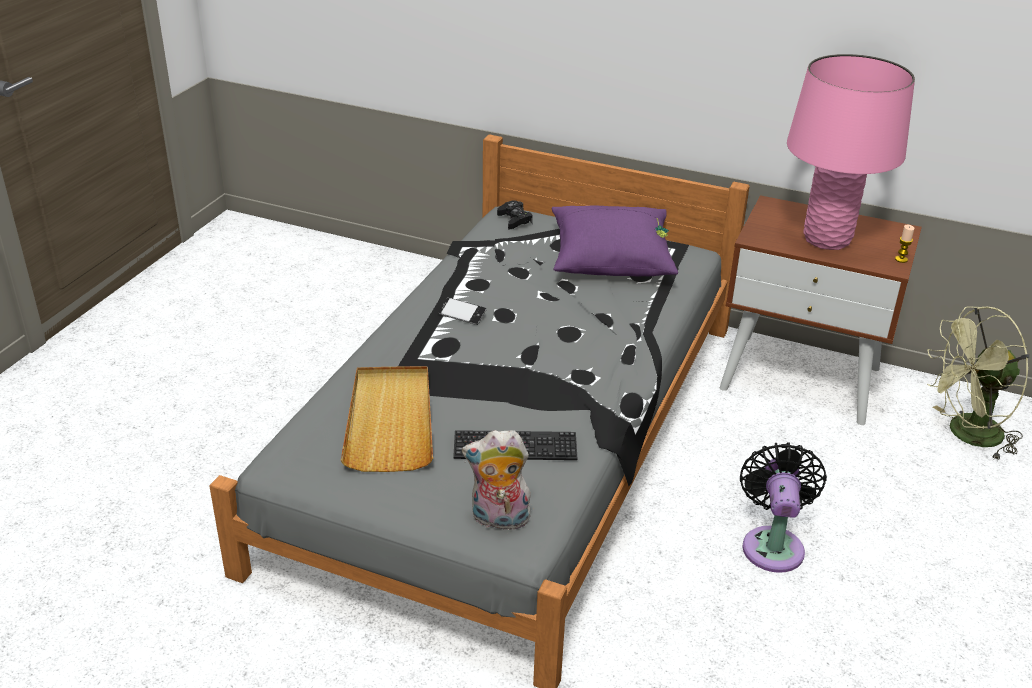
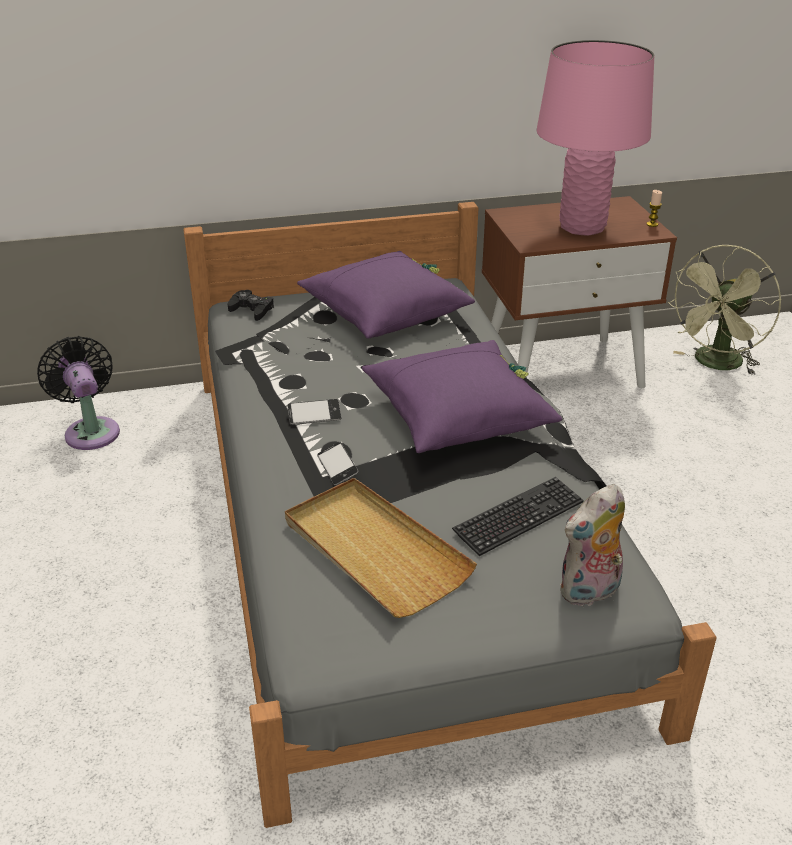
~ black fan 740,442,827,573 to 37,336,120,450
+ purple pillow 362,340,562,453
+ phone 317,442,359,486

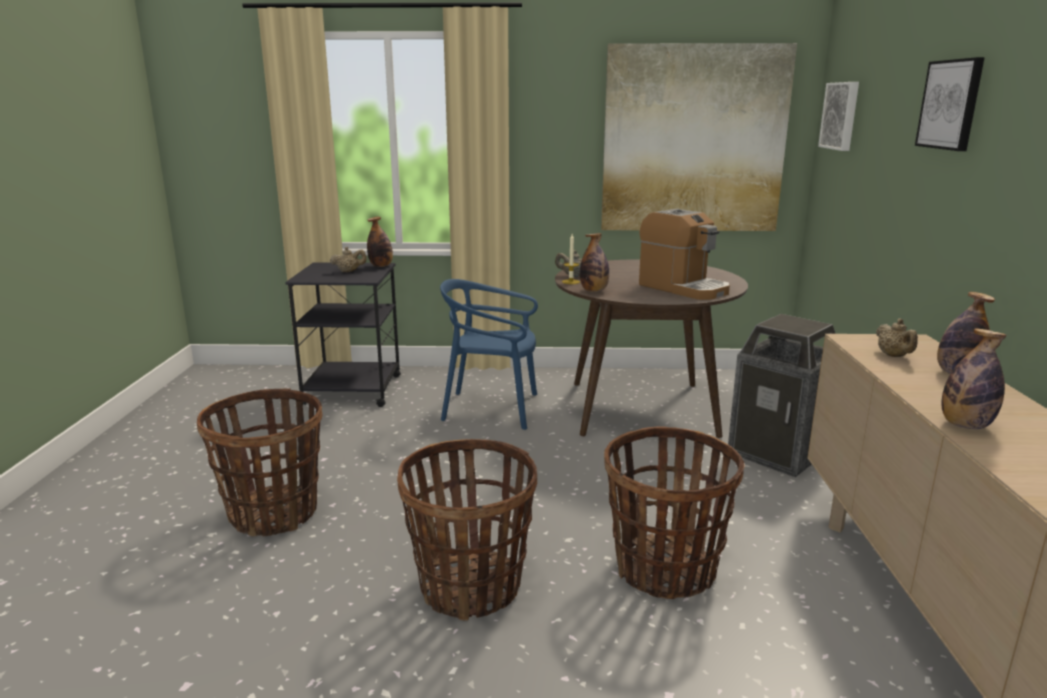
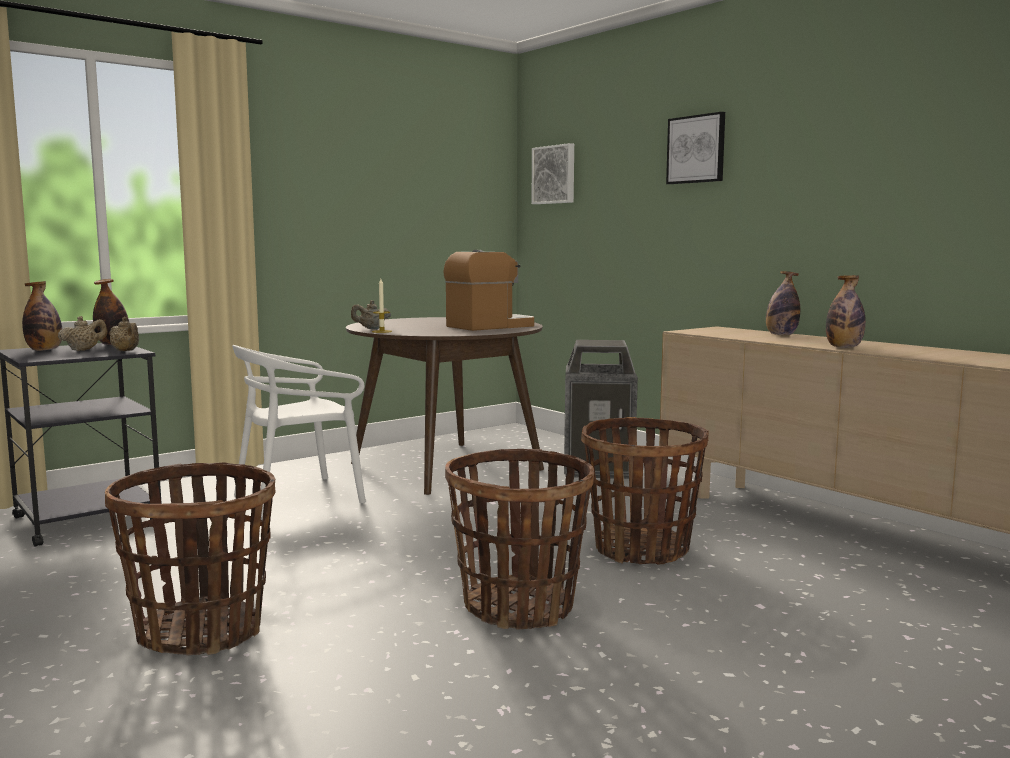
- picture 601,43,797,231
~ coffee machine 639,209,730,300 = 443,250,534,331 45 degrees counterclockwise
~ bottle 580,233,609,292 to 22,281,62,351
~ blue chair 440,279,538,430 to white chair 232,345,366,517
~ beige teapot 876,319,918,357 to 109,317,139,351

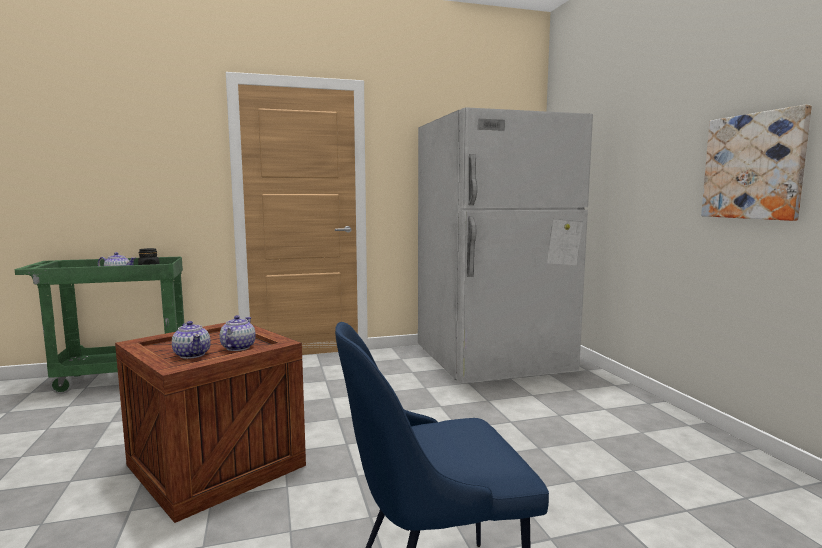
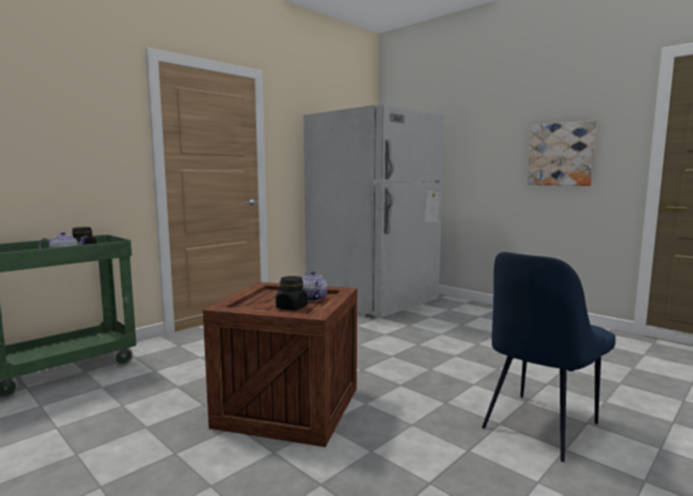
~ teapot 172,321,211,359 to black jar 276,276,308,310

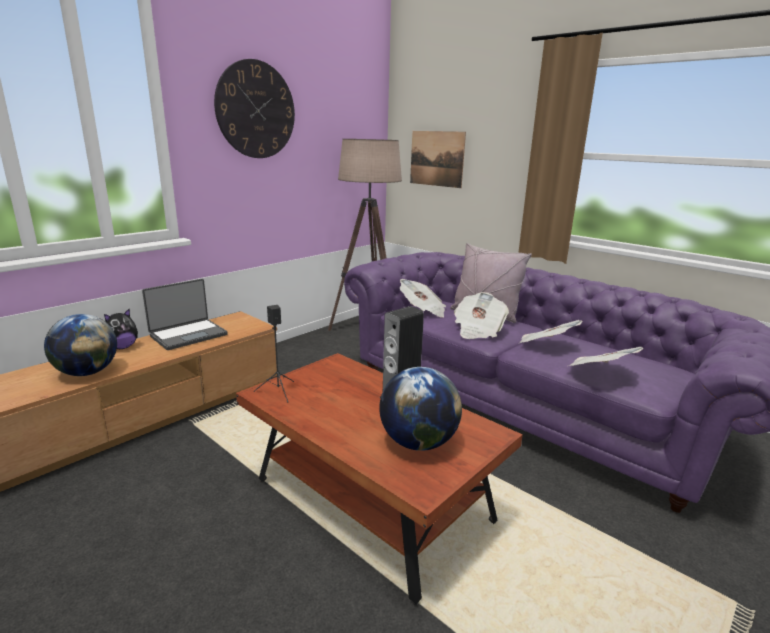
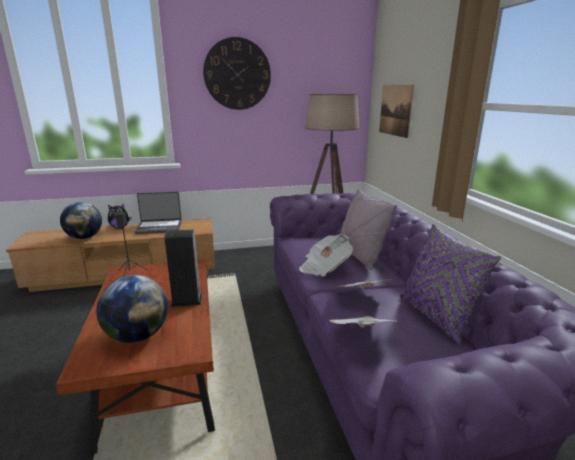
- newspaper 400,279,446,318
+ purple pillow 400,224,501,343

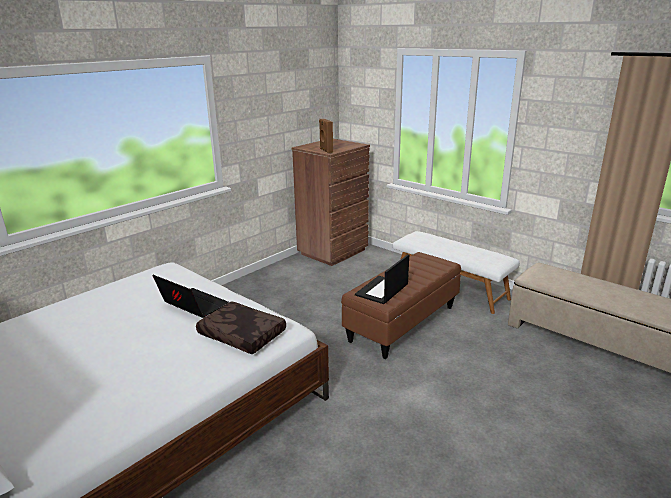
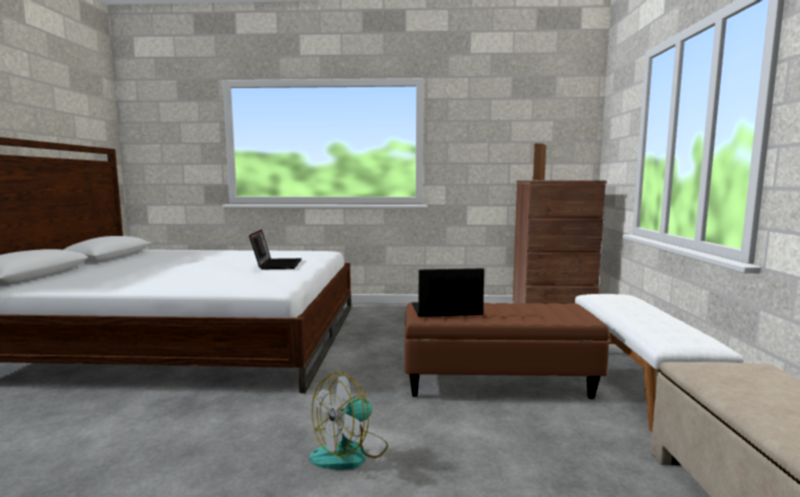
- brown pillow 196,301,286,354
+ fan 309,371,388,470

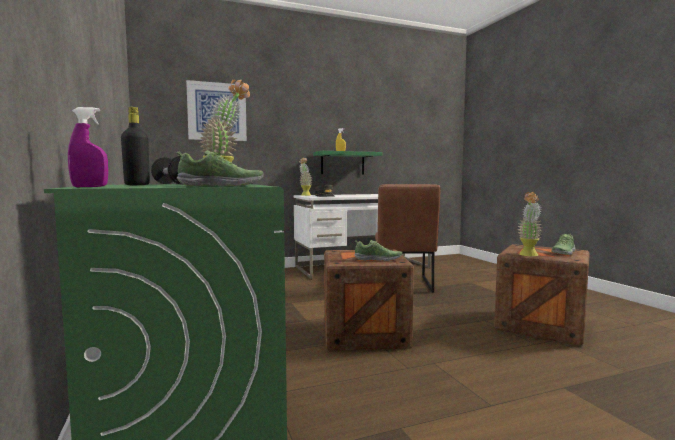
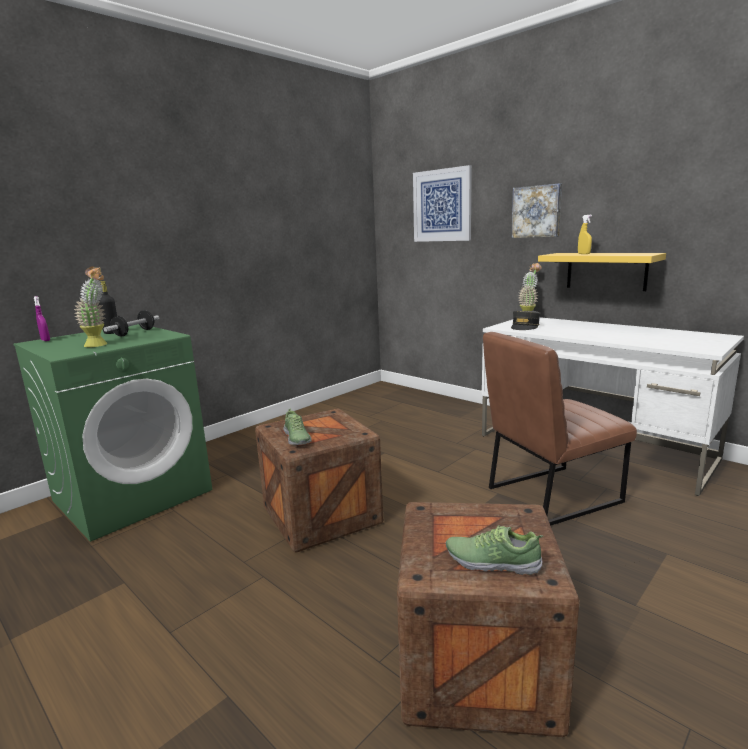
- shoe 177,150,264,186
~ green shelf 313,151,382,174 to yellow shelf 538,253,666,291
- potted plant 517,192,542,256
+ picture 511,183,562,238

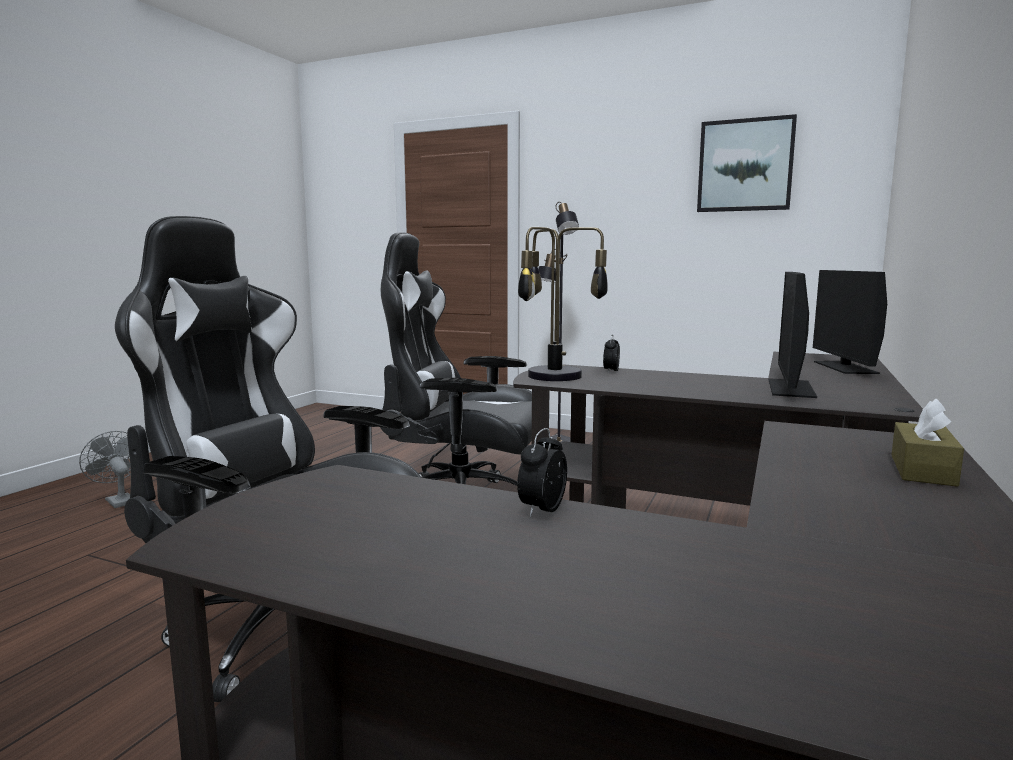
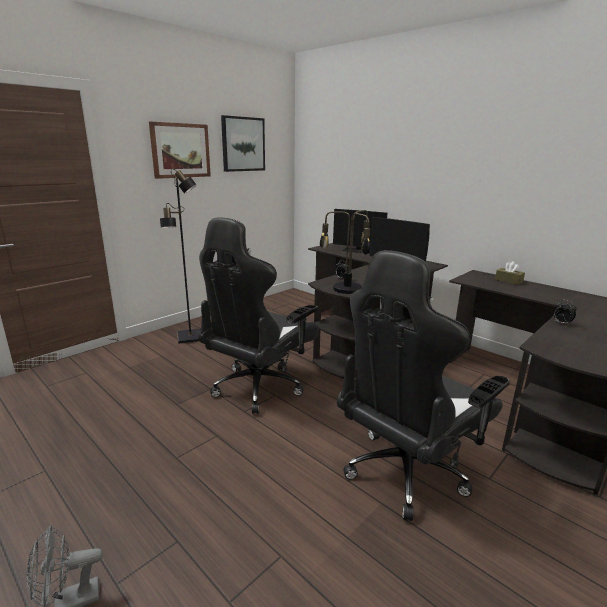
+ picture 149,122,211,179

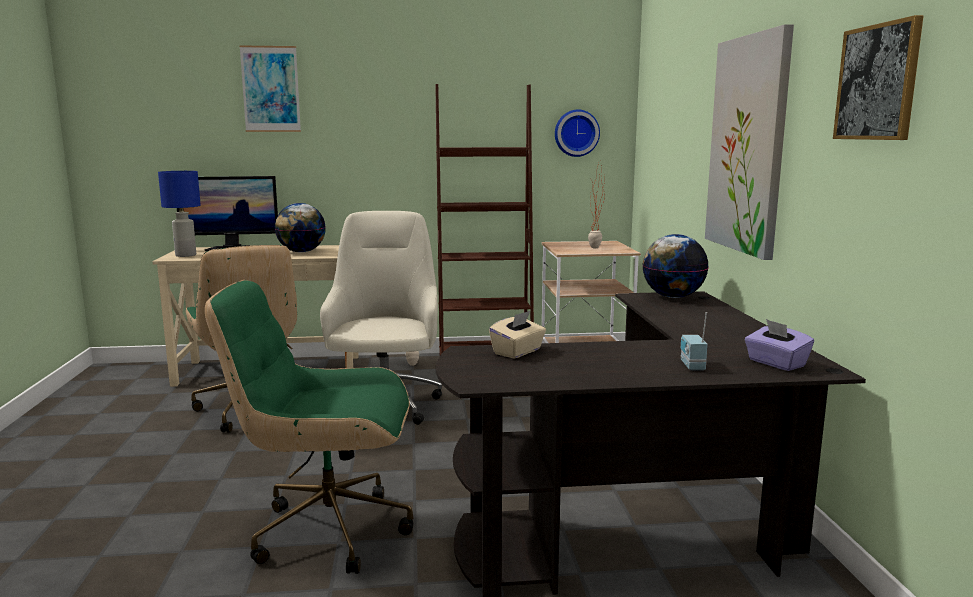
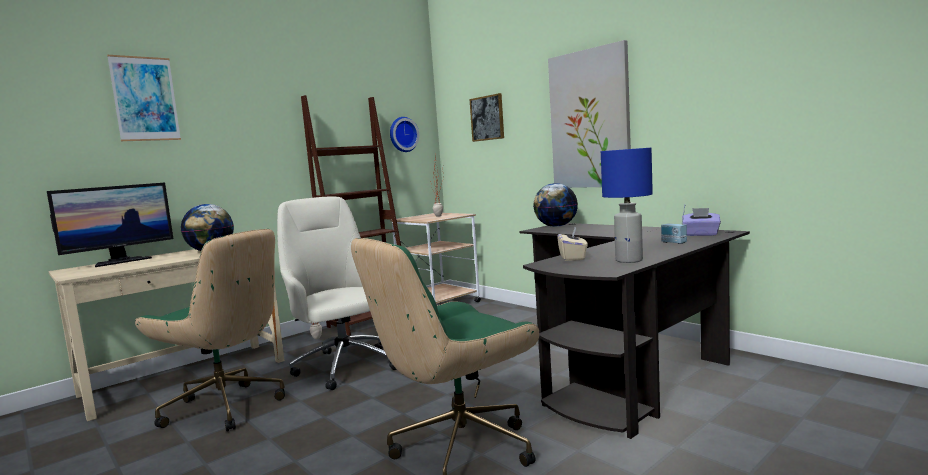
~ picture 833,15,924,140 to 469,93,504,142
~ blue table lamp 158,171,201,257 to 601,148,653,263

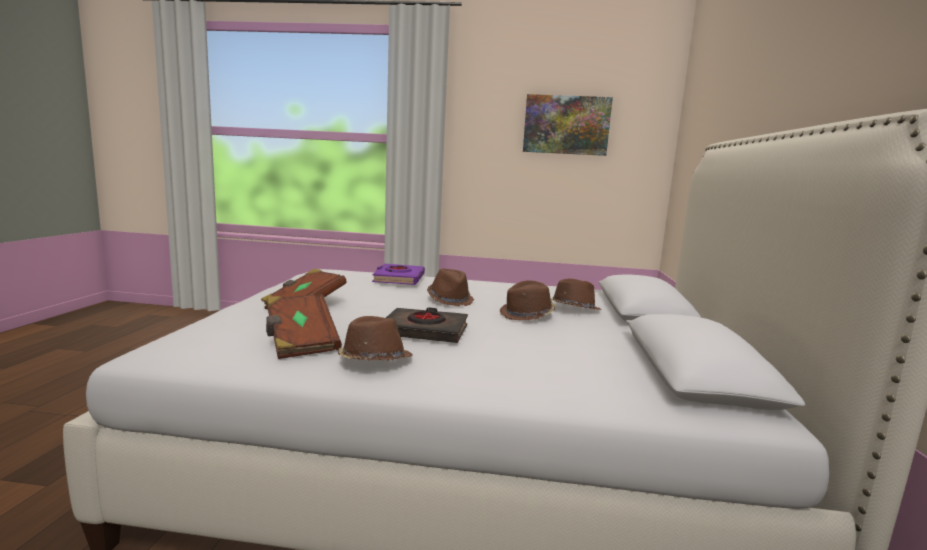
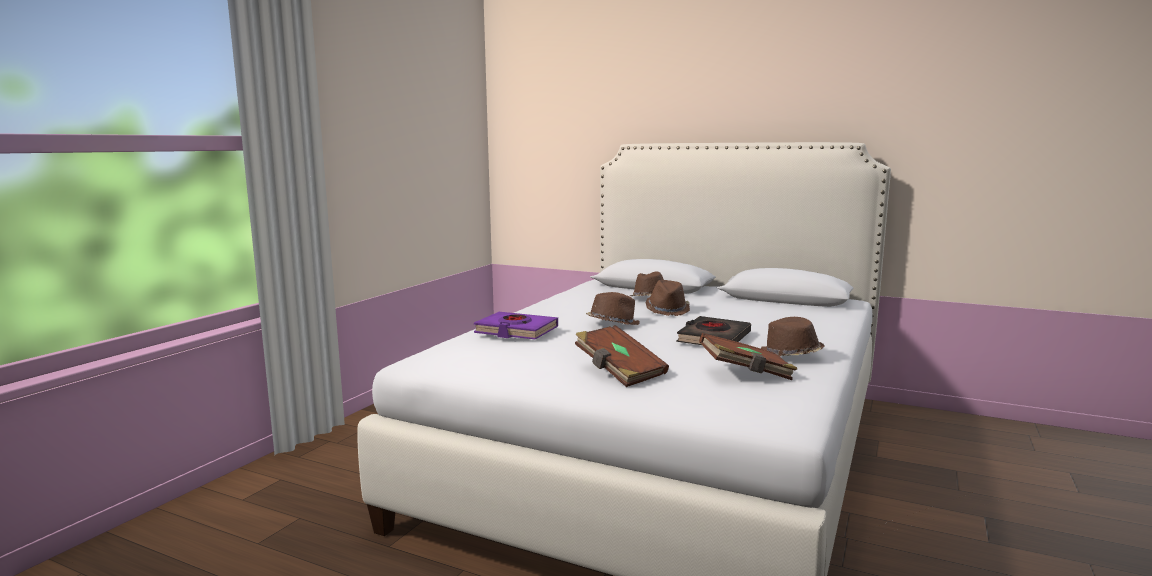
- picture 523,94,613,156

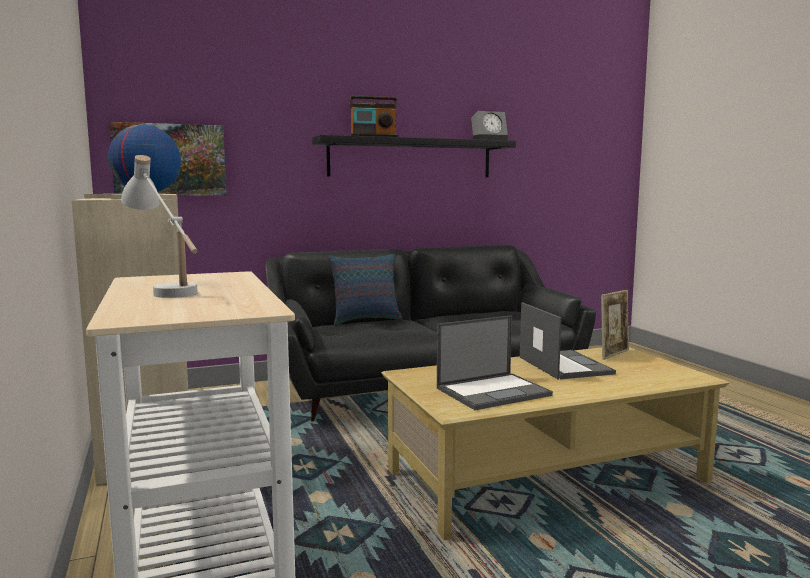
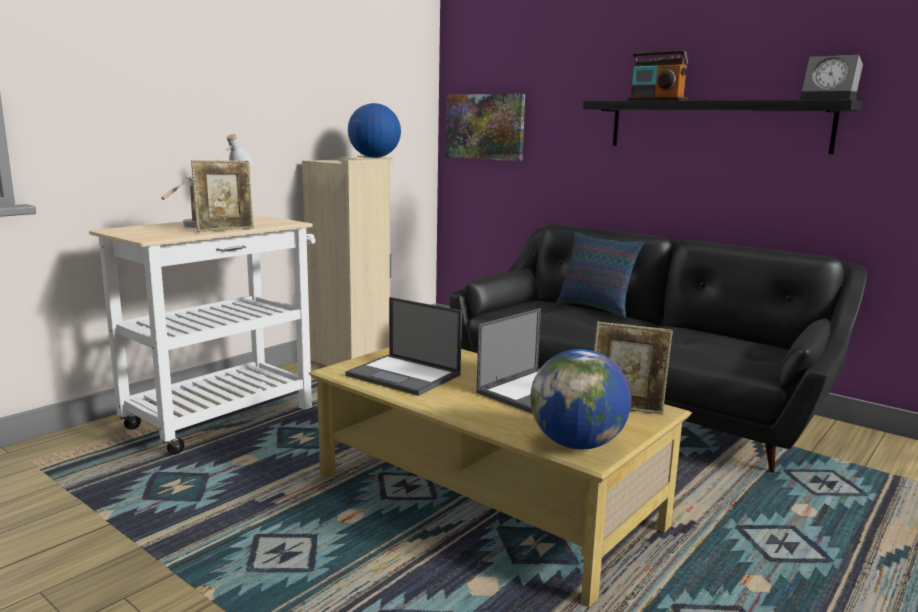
+ picture frame 191,160,254,232
+ globe 530,349,631,450

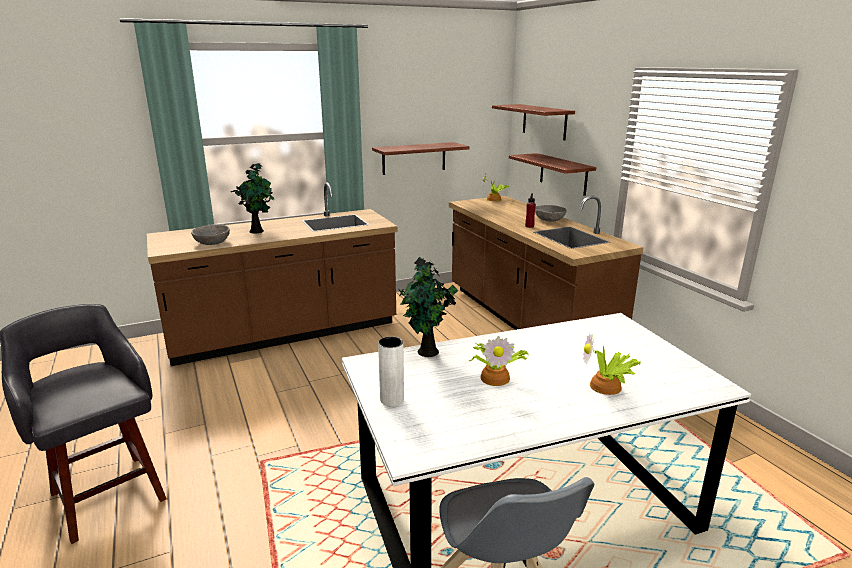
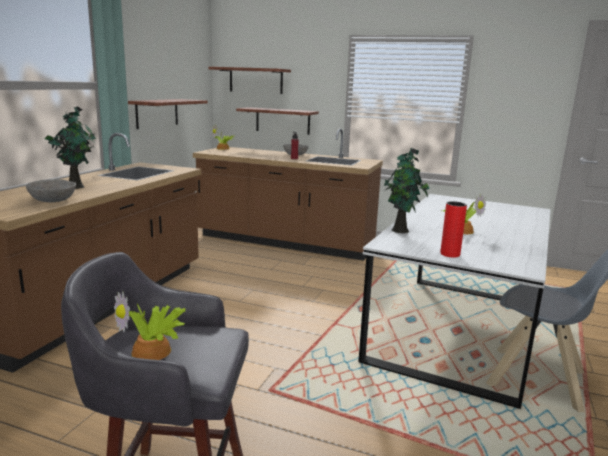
~ potted plant 583,333,641,395 to 114,291,185,360
~ white vase 378,336,404,406 to red vase 440,201,467,258

